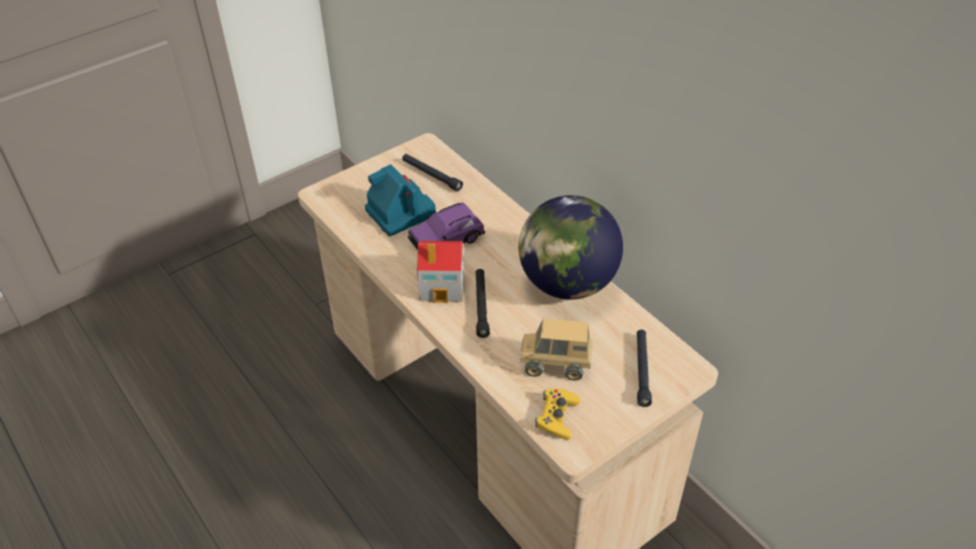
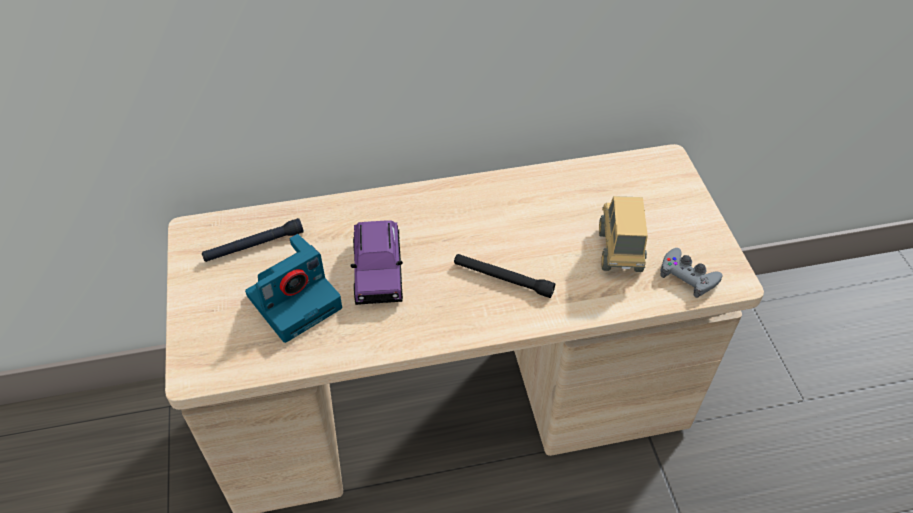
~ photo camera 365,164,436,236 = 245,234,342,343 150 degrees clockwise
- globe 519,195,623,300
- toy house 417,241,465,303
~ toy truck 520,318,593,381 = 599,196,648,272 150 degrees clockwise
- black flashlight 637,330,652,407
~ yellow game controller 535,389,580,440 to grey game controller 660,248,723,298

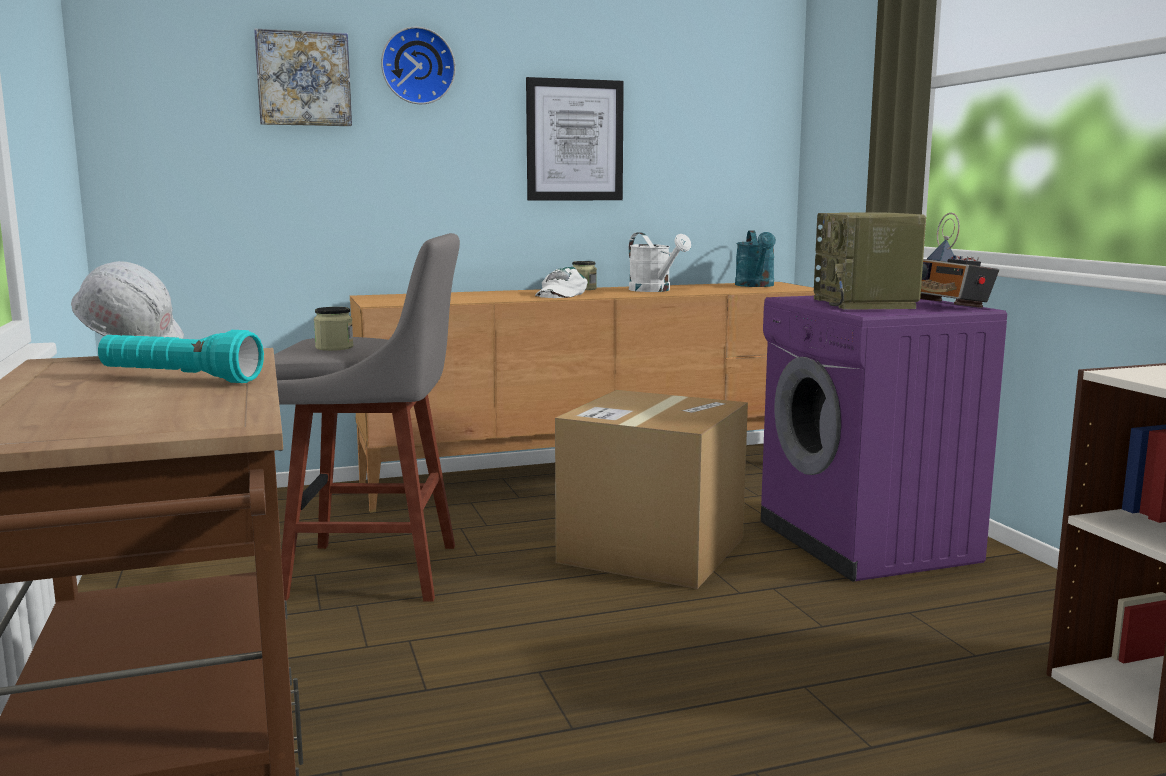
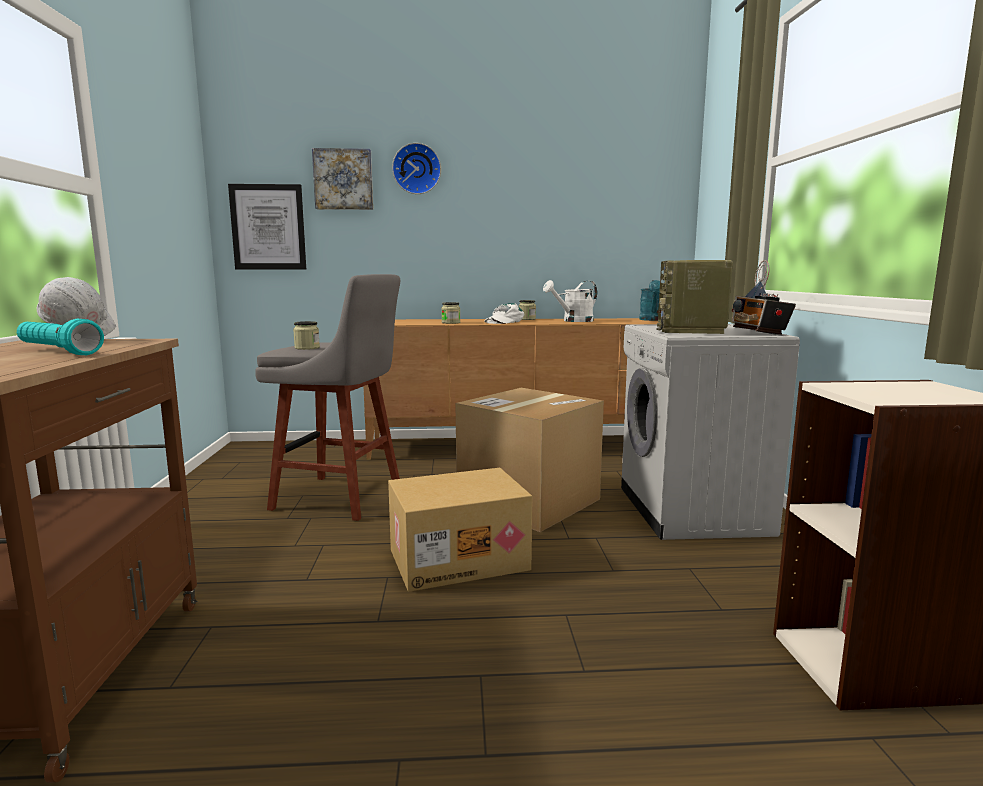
~ picture 526,77,624,201 to 228,184,306,269
~ white watering can 628,232,691,292 = 543,280,597,322 75 degrees clockwise
~ purple washing machine 761,296,1007,582 to white washing machine 621,324,800,540
+ jar 441,302,460,324
+ cardboard box 388,468,532,592

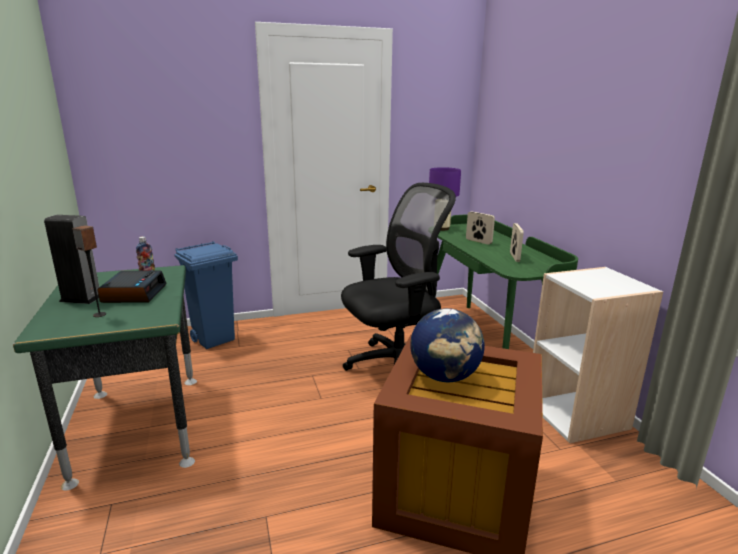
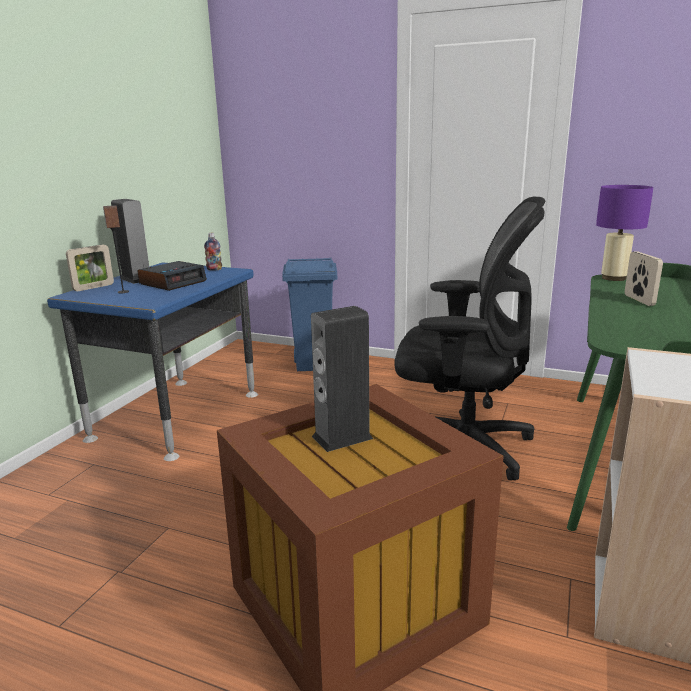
~ picture frame 510,223,524,262 to 66,245,114,291
~ green desk 13,265,197,491 to blue desk 47,263,258,461
~ globe 410,308,485,382 to speaker 311,306,373,452

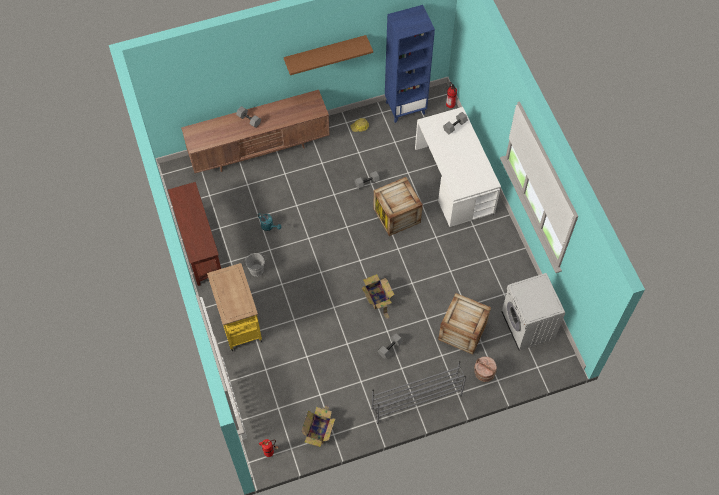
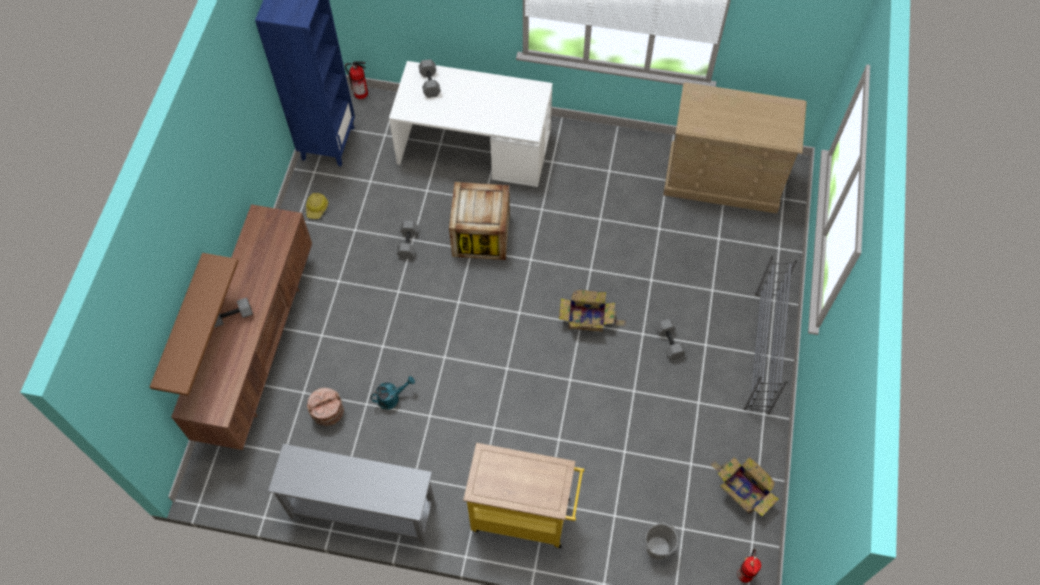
~ brown shelf 284,35,373,75 to 150,253,239,396
~ brown console table 168,182,221,286 to grey console table 268,444,435,545
~ grey bucket 245,253,266,277 to 639,521,678,560
~ white washing machine 502,273,565,351 to beige dresser 663,82,807,214
- crate 438,293,491,354
~ brown bucket 474,357,497,382 to 307,388,344,426

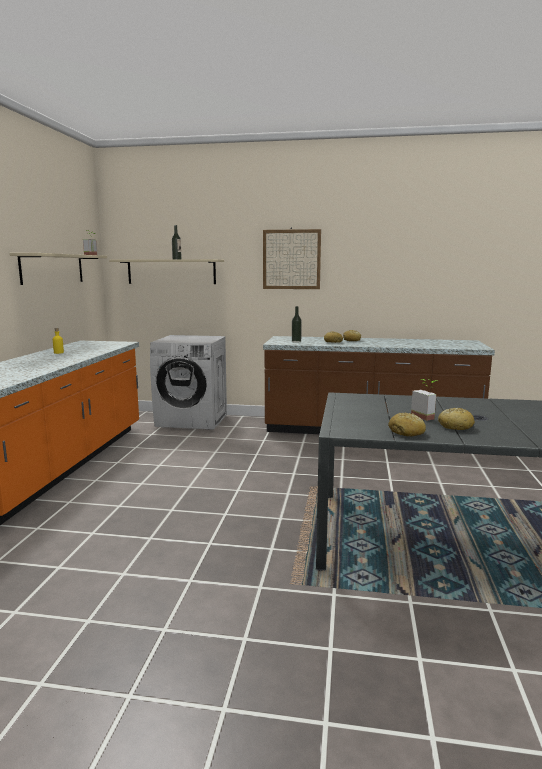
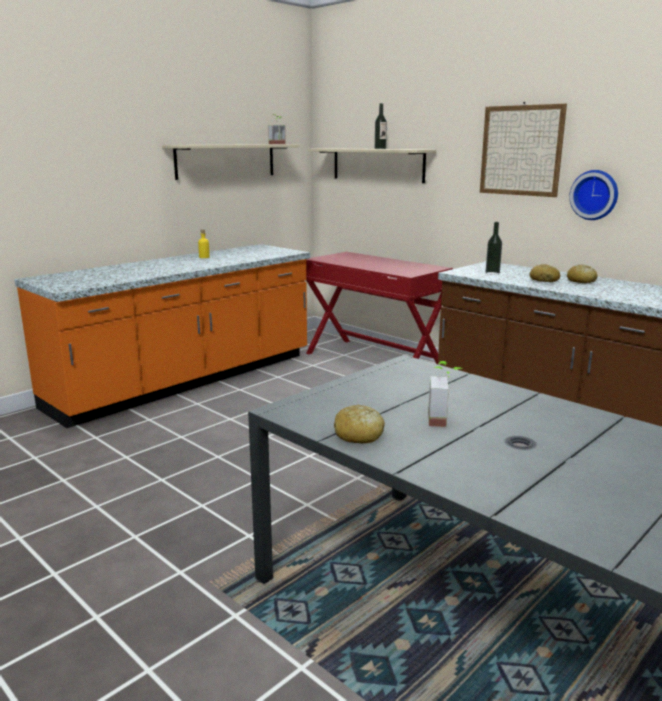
~ white washing machine 150,335,227,430 to red console table 306,252,453,364
- bread 438,408,475,430
+ wall clock 569,170,618,220

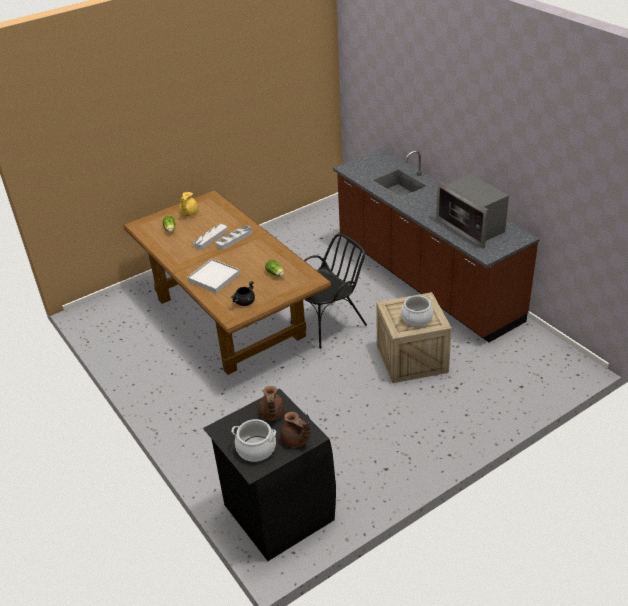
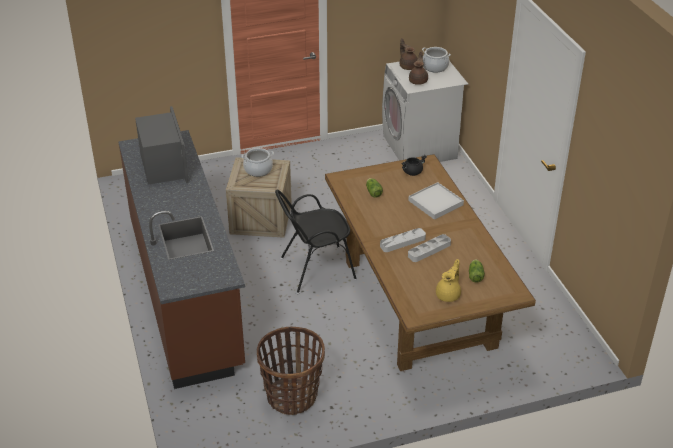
~ black washing machine 203,388,336,561 to white washing machine 382,61,468,162
+ basket 257,327,325,415

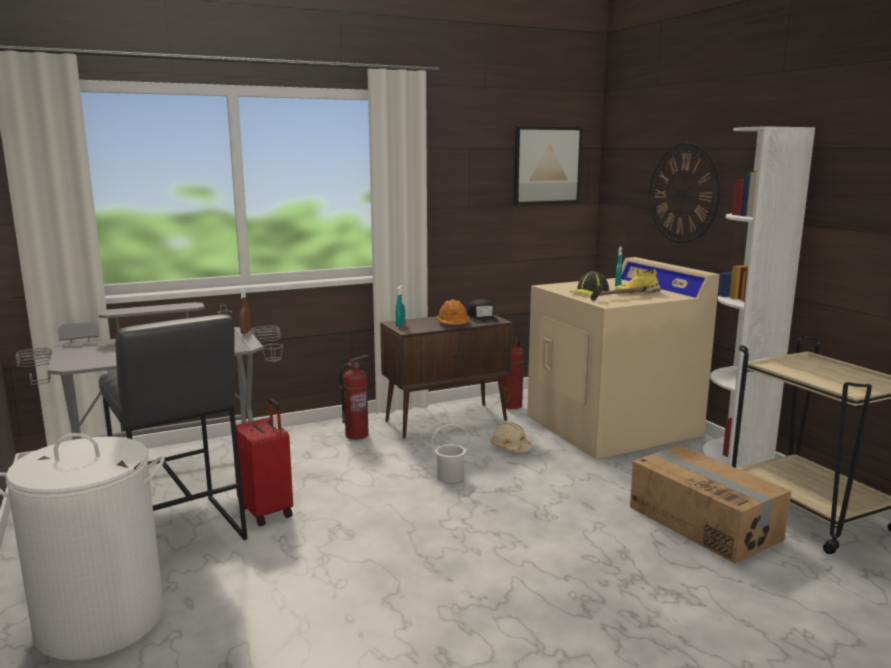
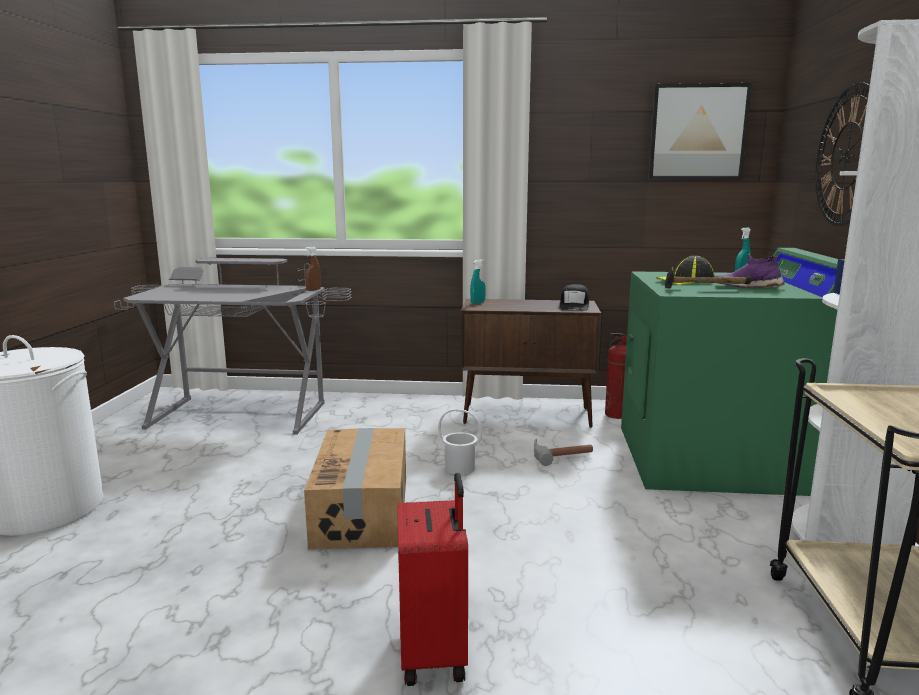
~ beige washing machine 527,257,720,459 to green washing machine 621,248,838,496
~ yellow shoe 615,268,661,294 to purple shoe 715,254,784,288
- orange hard hat 437,299,469,325
- grey stool 99,314,247,540
- fire extinguisher 339,355,370,440
~ red suitcase 233,399,293,526 to 397,473,468,686
~ beige hard hat 490,422,533,452 to hammer 534,439,593,466
~ cardboard box 630,445,791,564 to 304,428,406,550

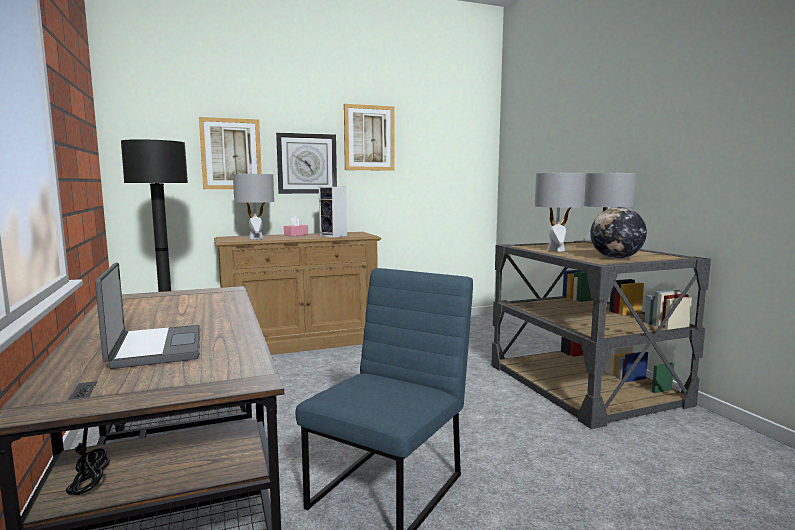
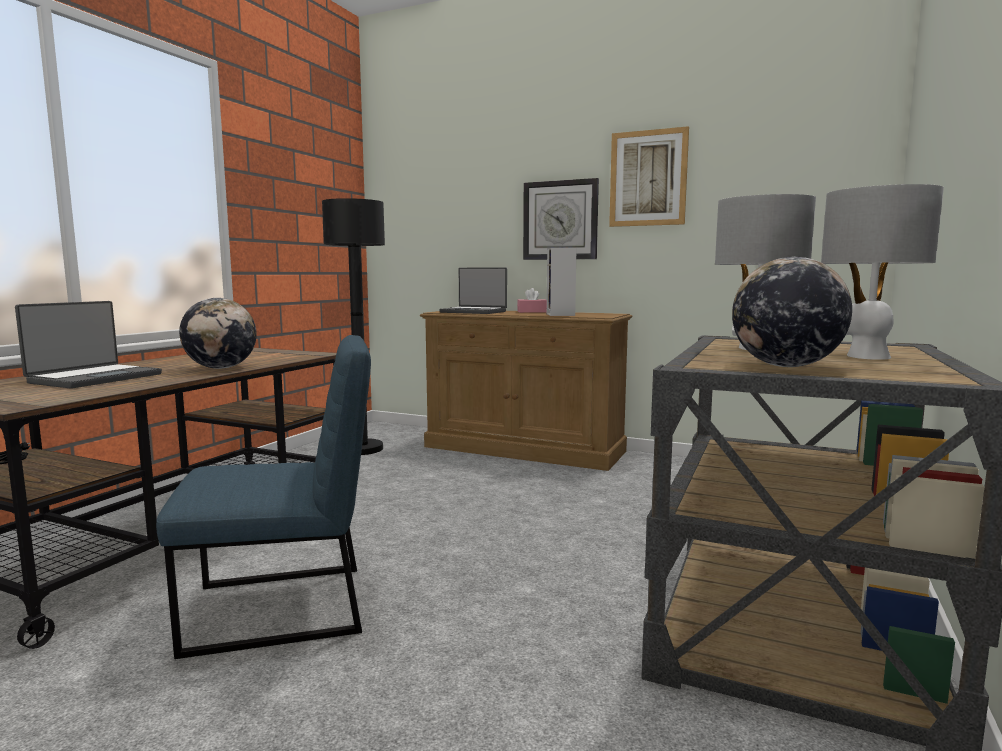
- picture 199,117,262,189
~ grey table lamp 233,173,274,239 to laptop 439,267,507,314
+ globe 179,298,257,369

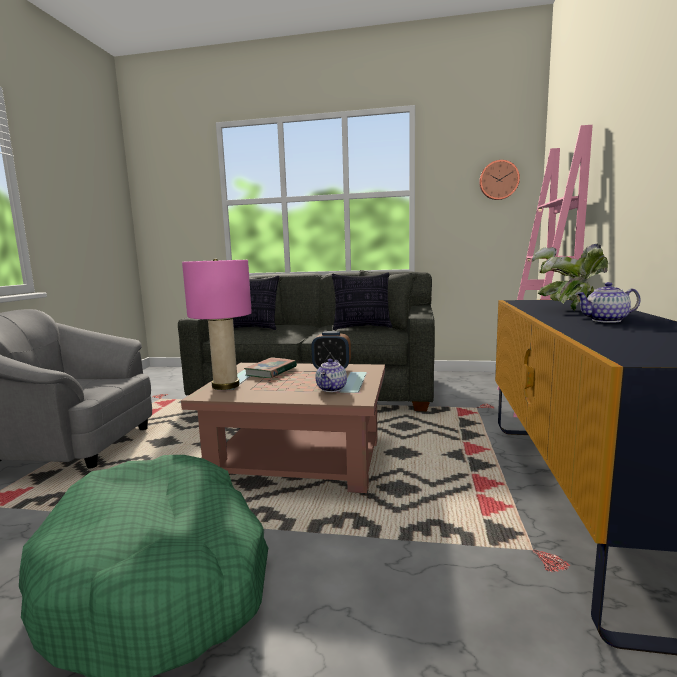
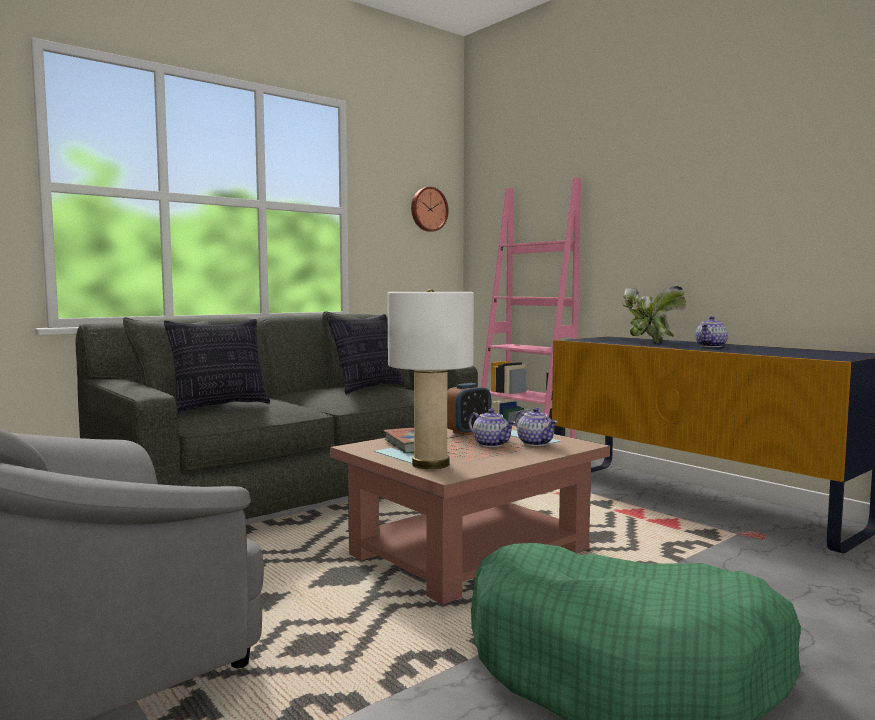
~ pink table lamp 182,259,252,390 to white table lamp 387,289,474,469
+ teapot 468,409,516,447

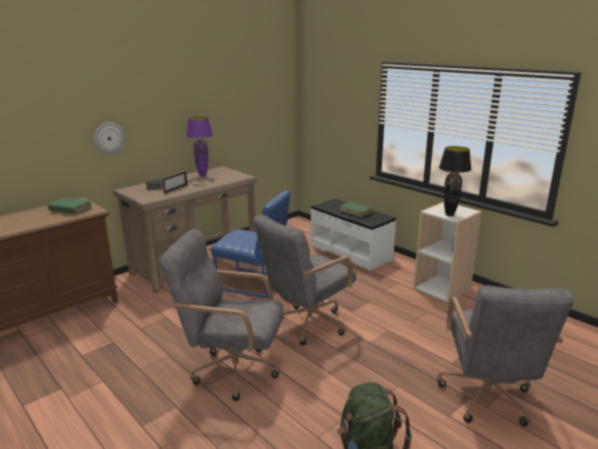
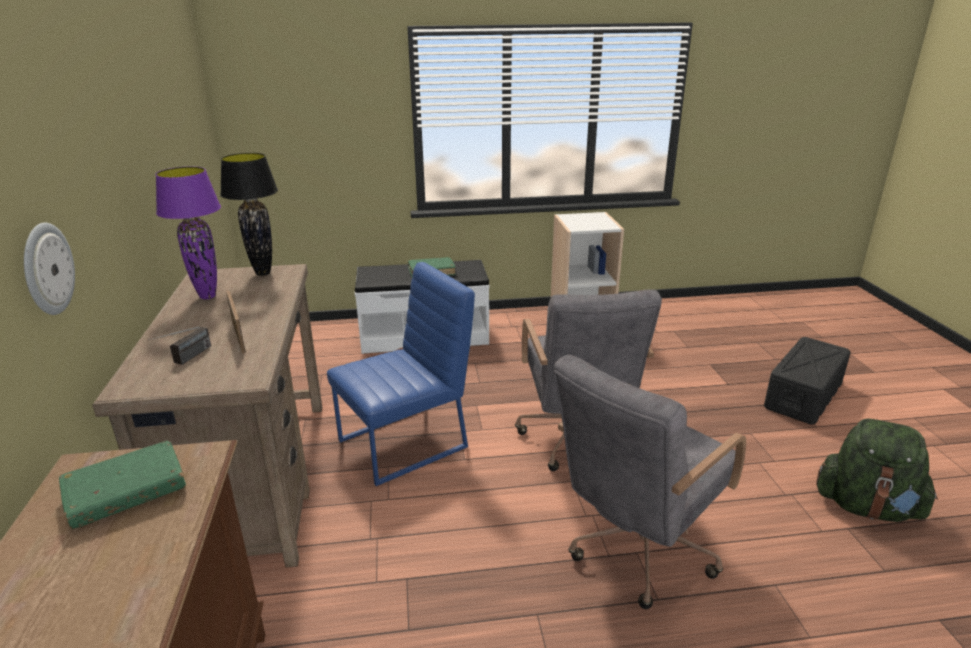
~ black table lamp 439,146,472,216 to 220,153,278,276
~ grey office chair 436,285,574,426 to black storage box 764,337,851,424

